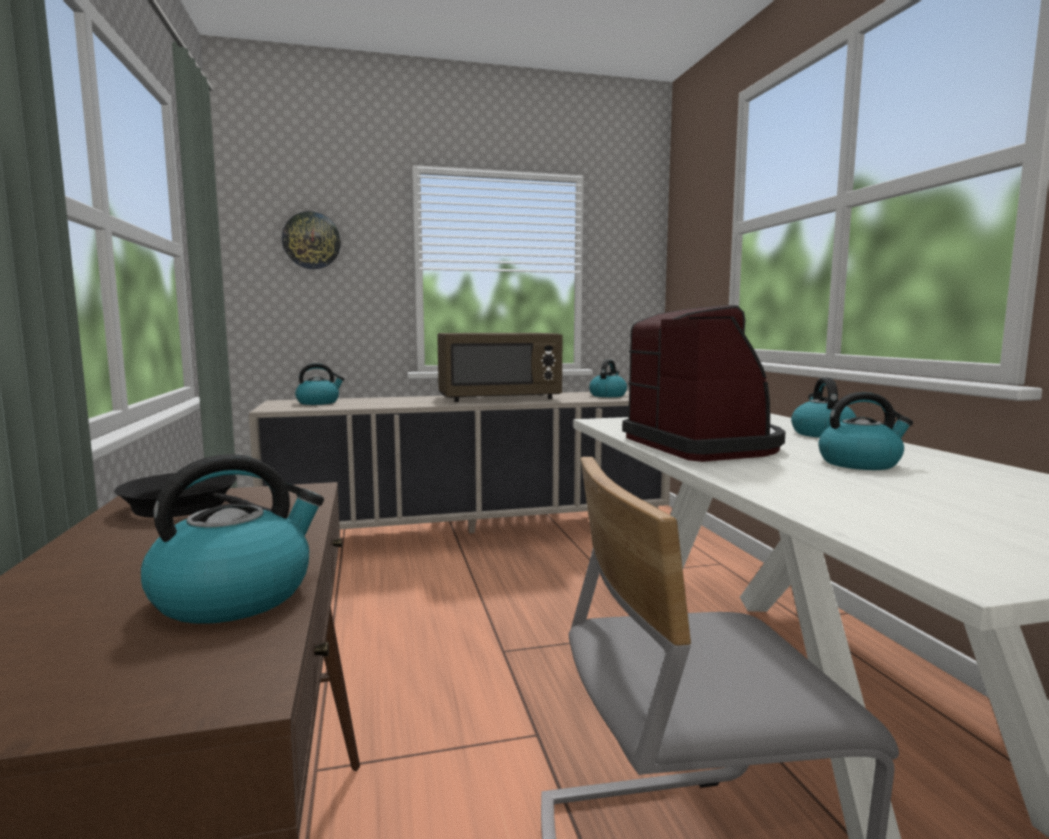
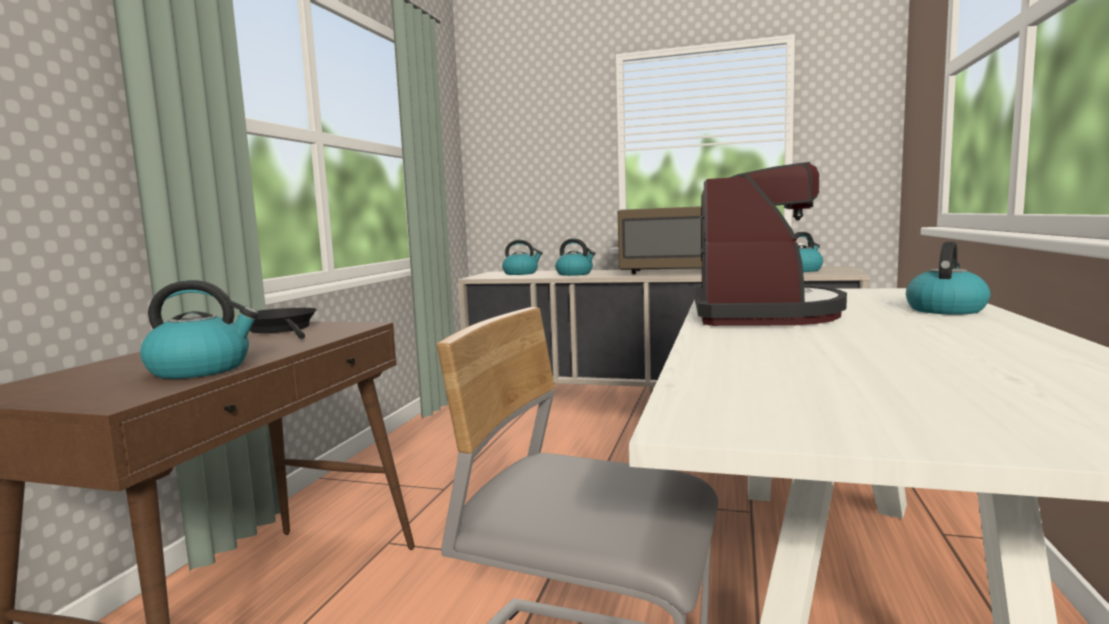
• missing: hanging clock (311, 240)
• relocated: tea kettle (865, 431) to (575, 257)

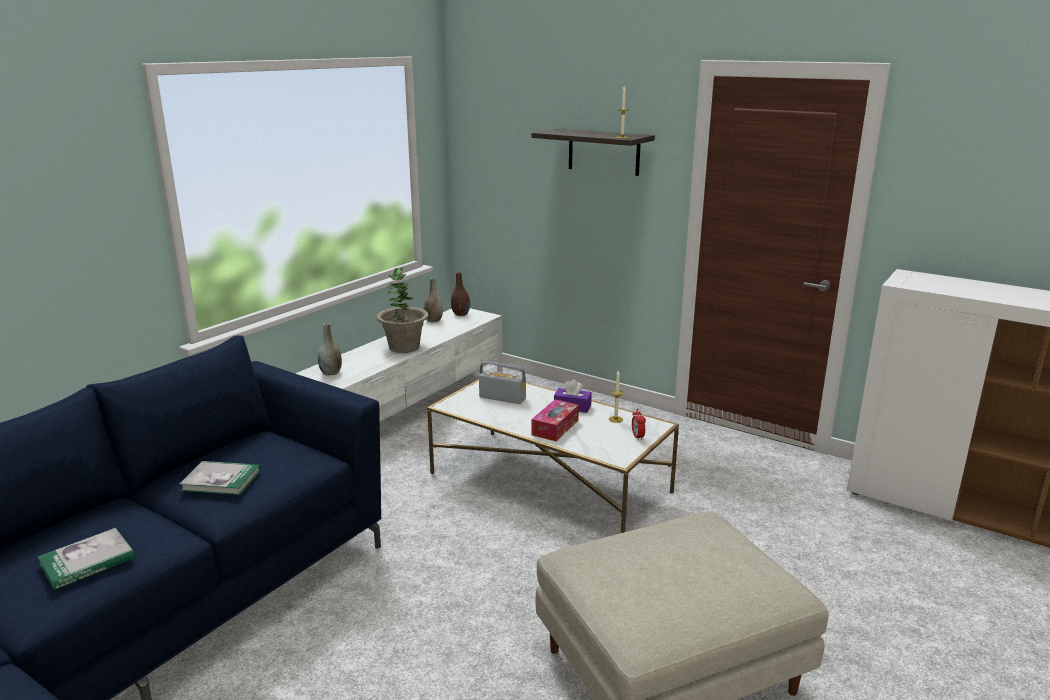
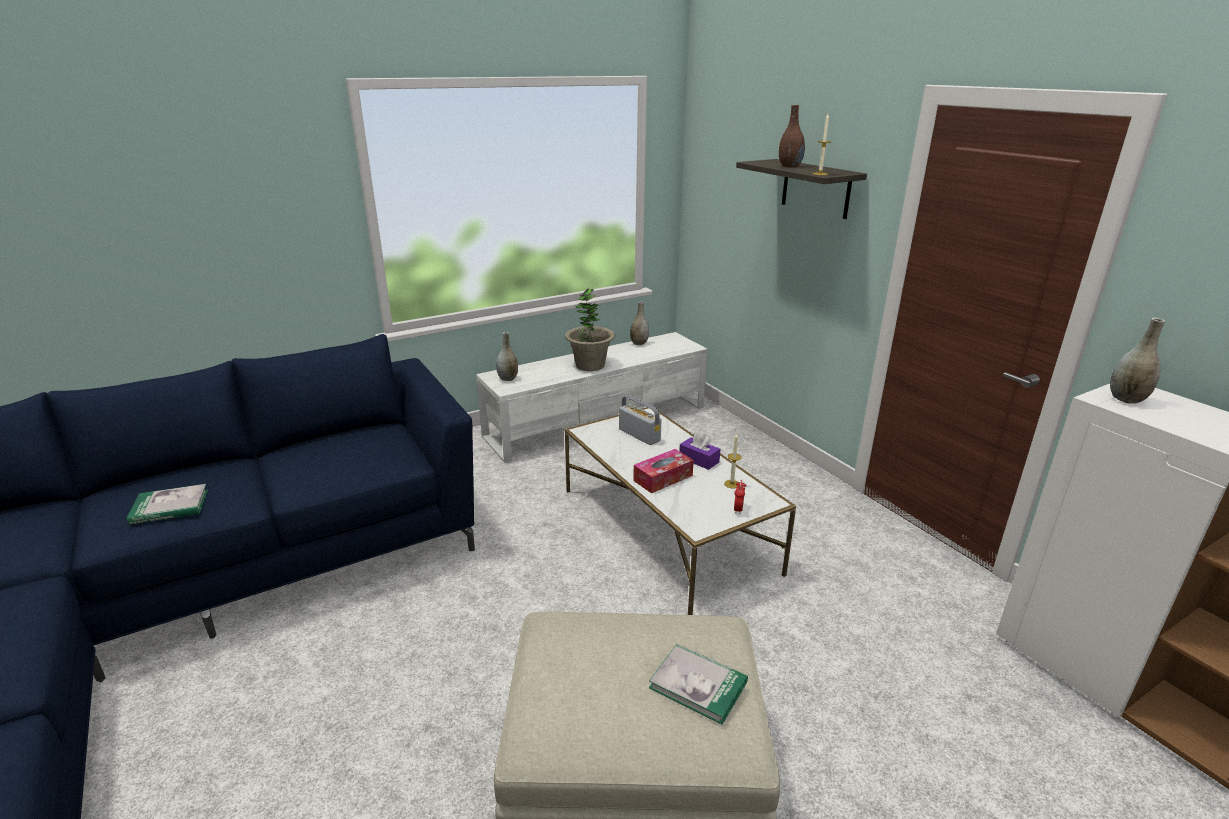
• relocated: brown-coloured vase (460, 294) to (792, 136)
• relocated: book (220, 478) to (698, 684)
• appeared: gray vase (1137, 361)

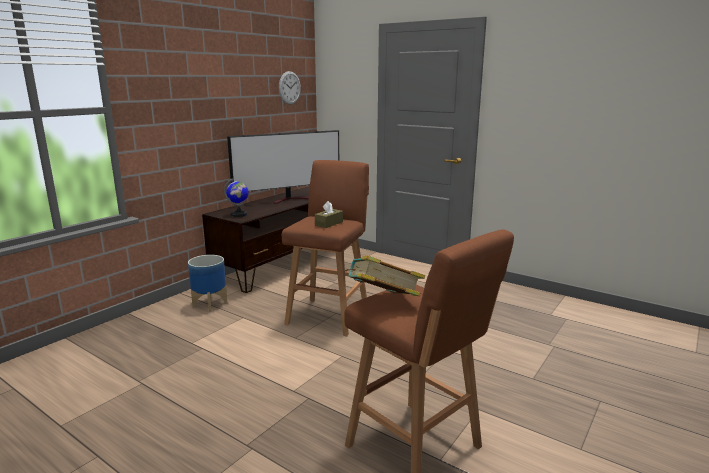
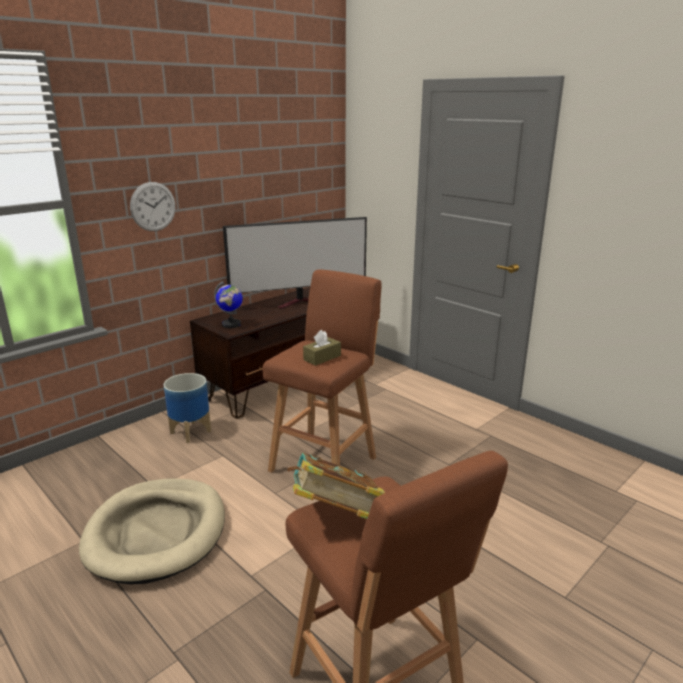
• relocated: hanging clock (290, 88) to (153, 206)
• appeared: beige dog bed (152, 531)

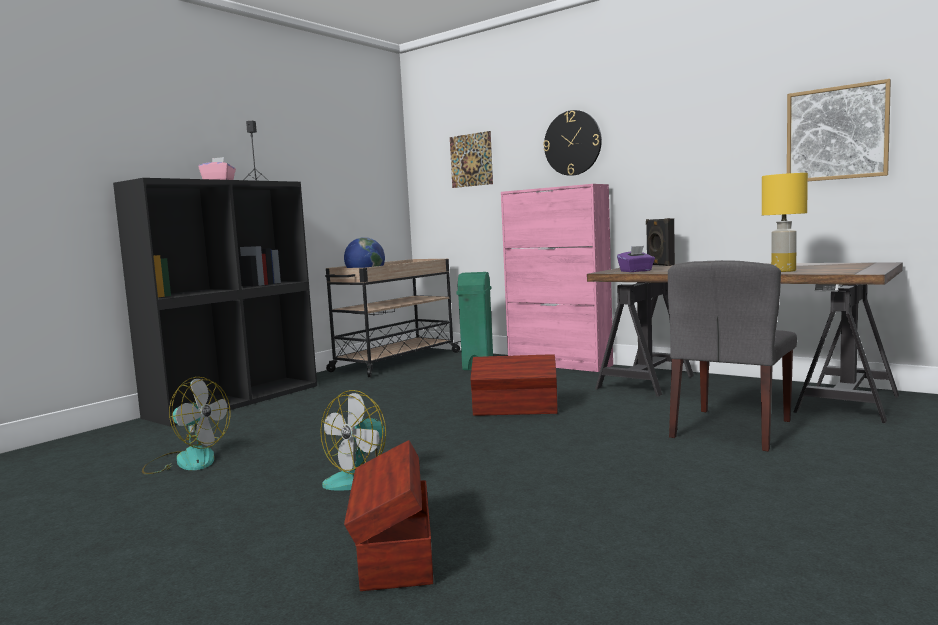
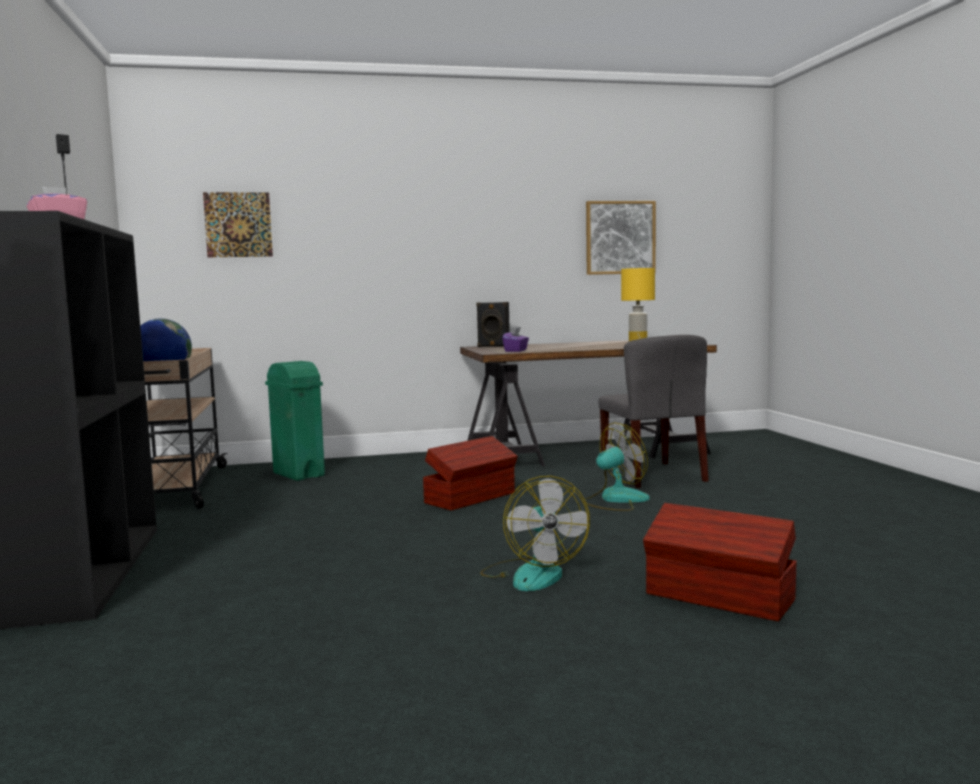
• missing: hanging clock (572, 143)
• missing: pink cabinet (557, 278)
• relocated: fan (186, 425) to (616, 467)

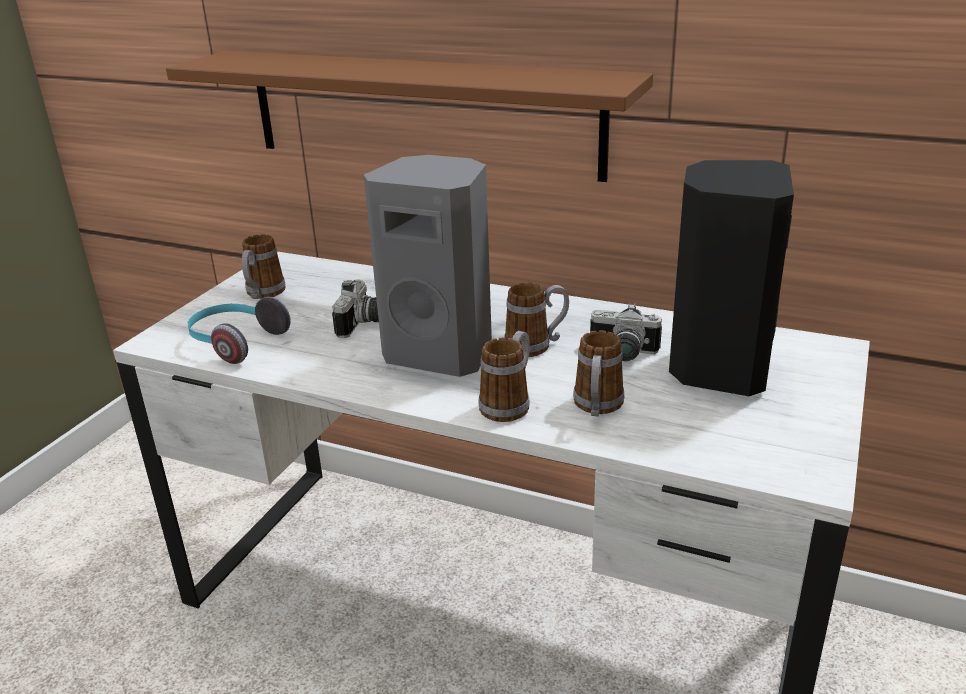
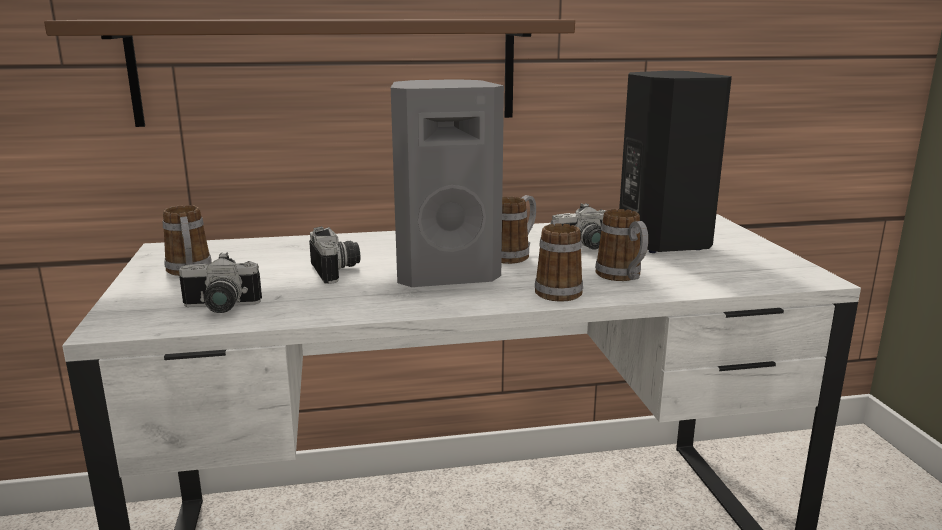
• exchanged: pair of headphones (239, 330) to photo camera (220, 282)

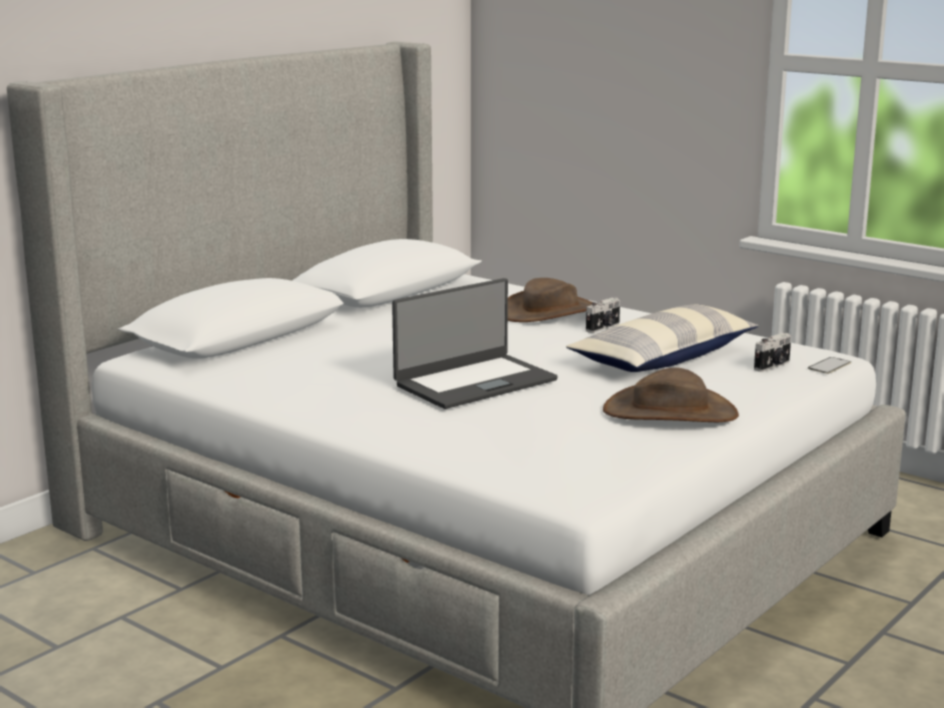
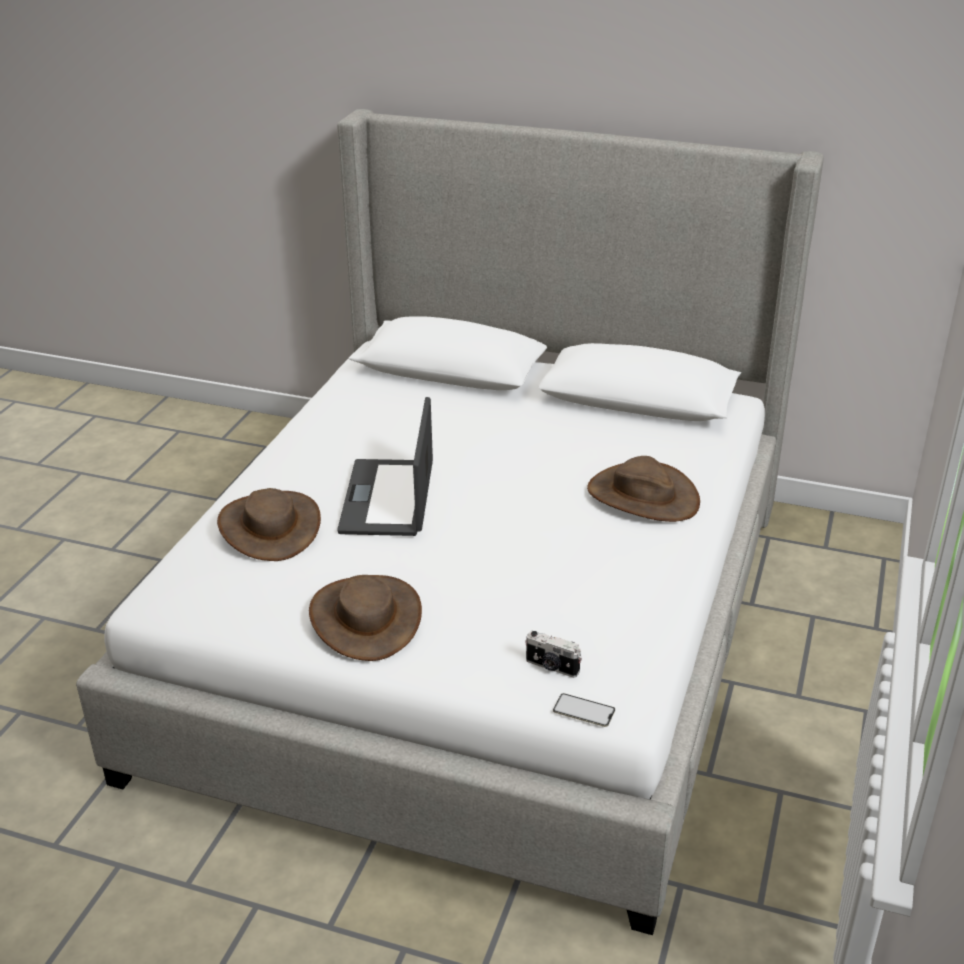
• spun: portable computer (475, 343) = (385, 466) 60 degrees clockwise
• missing: photo camera (603, 315)
• missing: cushion (662, 338)
• appeared: brown-coloured hat (269, 524)

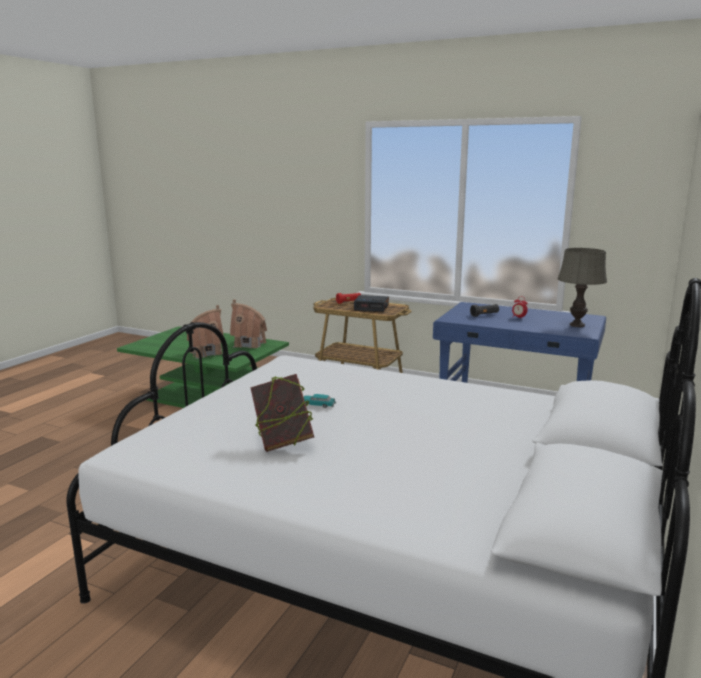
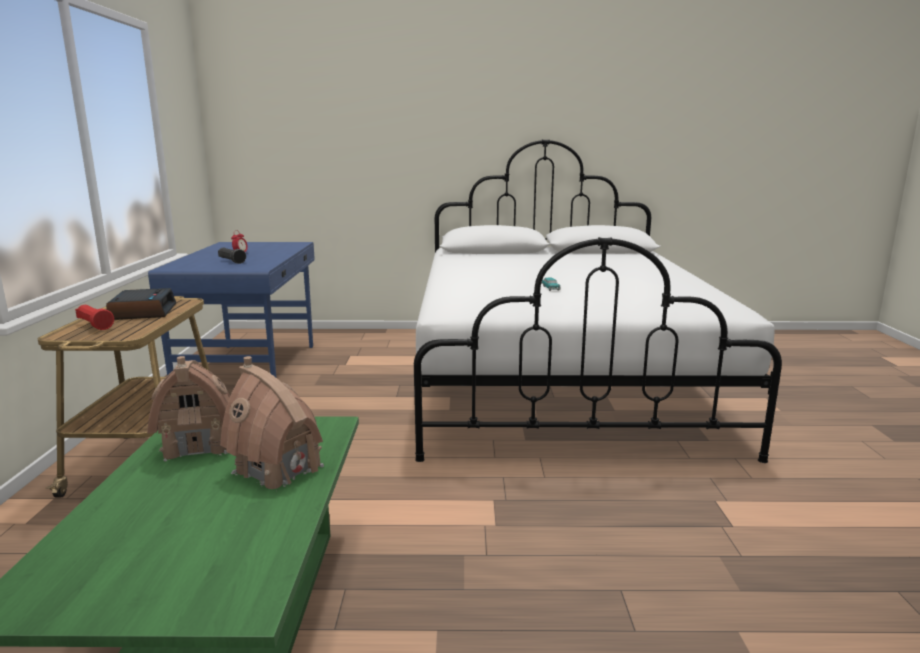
• missing: gray tabletop lamp (582, 287)
• missing: book (282, 413)

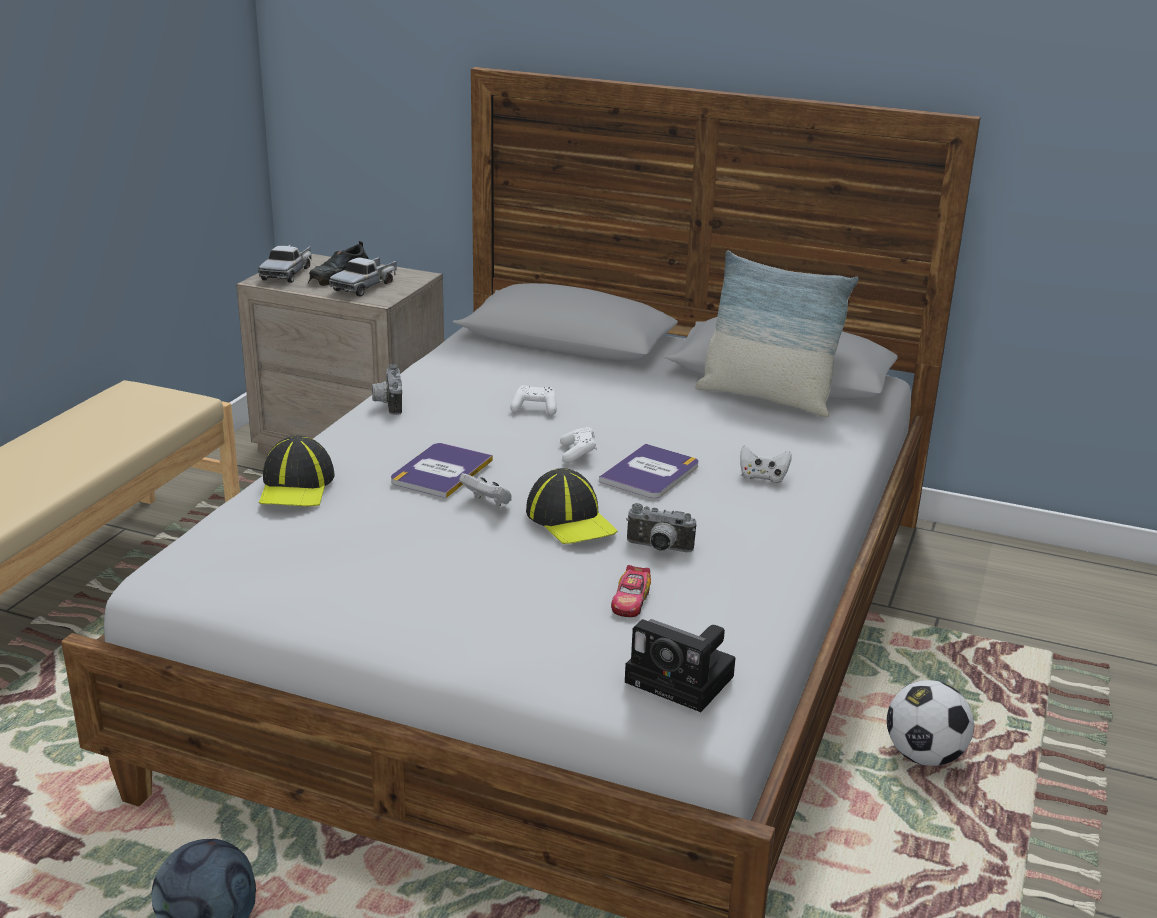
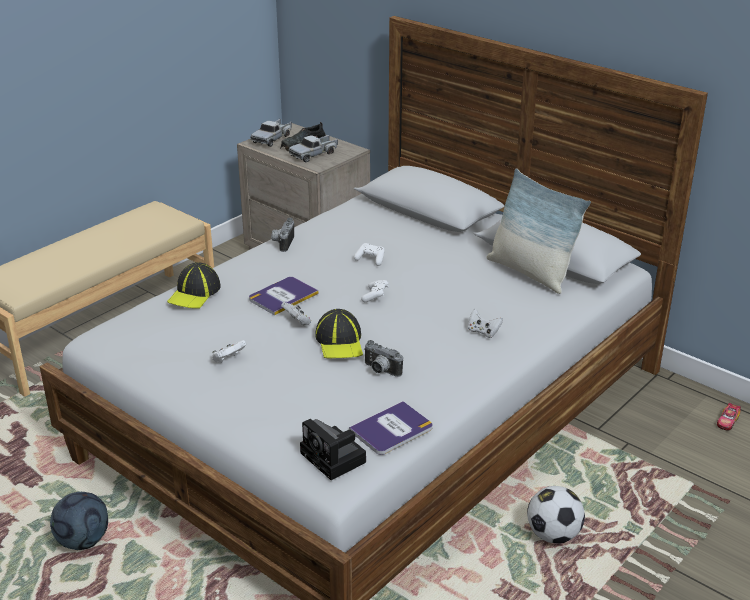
• relocated: book (649, 470) to (391, 428)
• relocated: toy car (631, 591) to (729, 417)
• appeared: white-coloured gamepad (229, 351)

